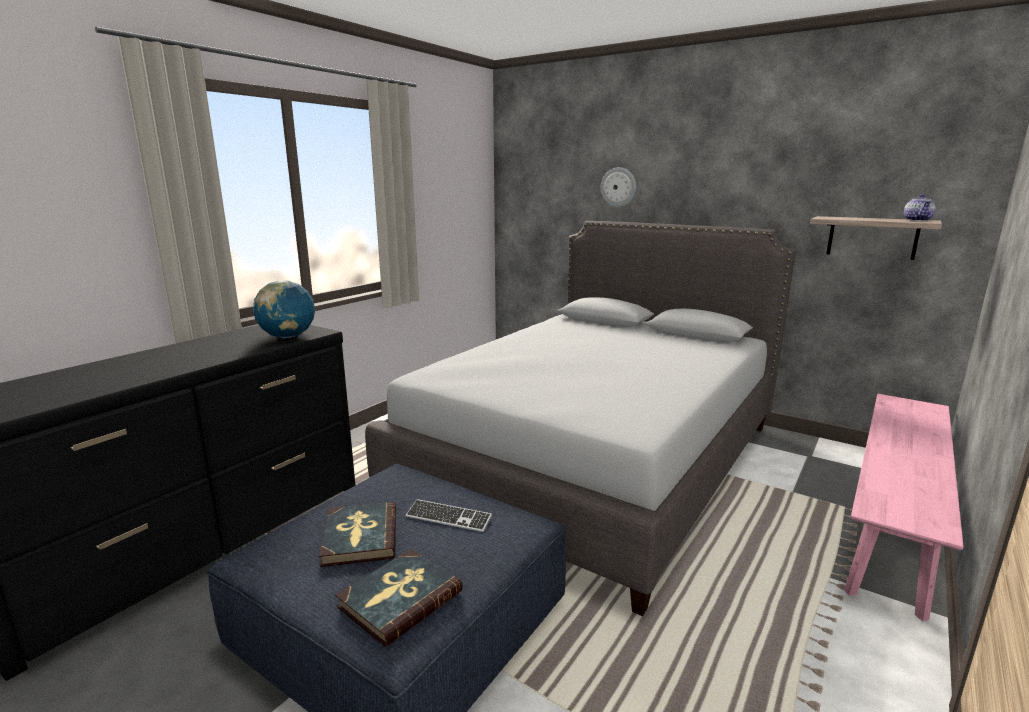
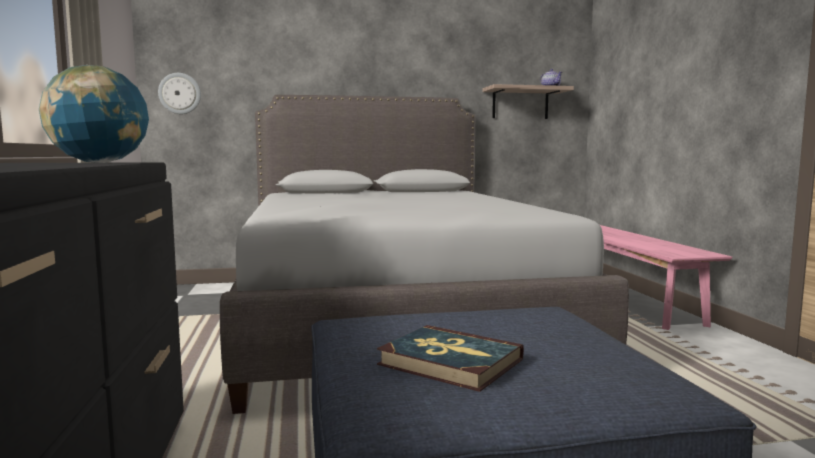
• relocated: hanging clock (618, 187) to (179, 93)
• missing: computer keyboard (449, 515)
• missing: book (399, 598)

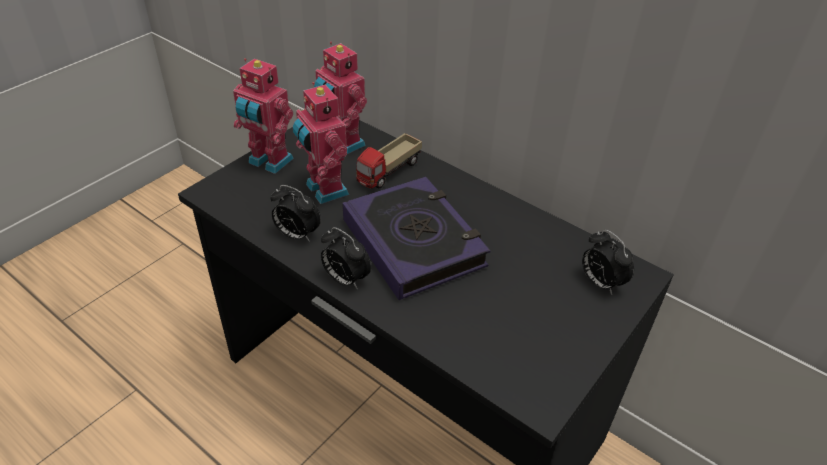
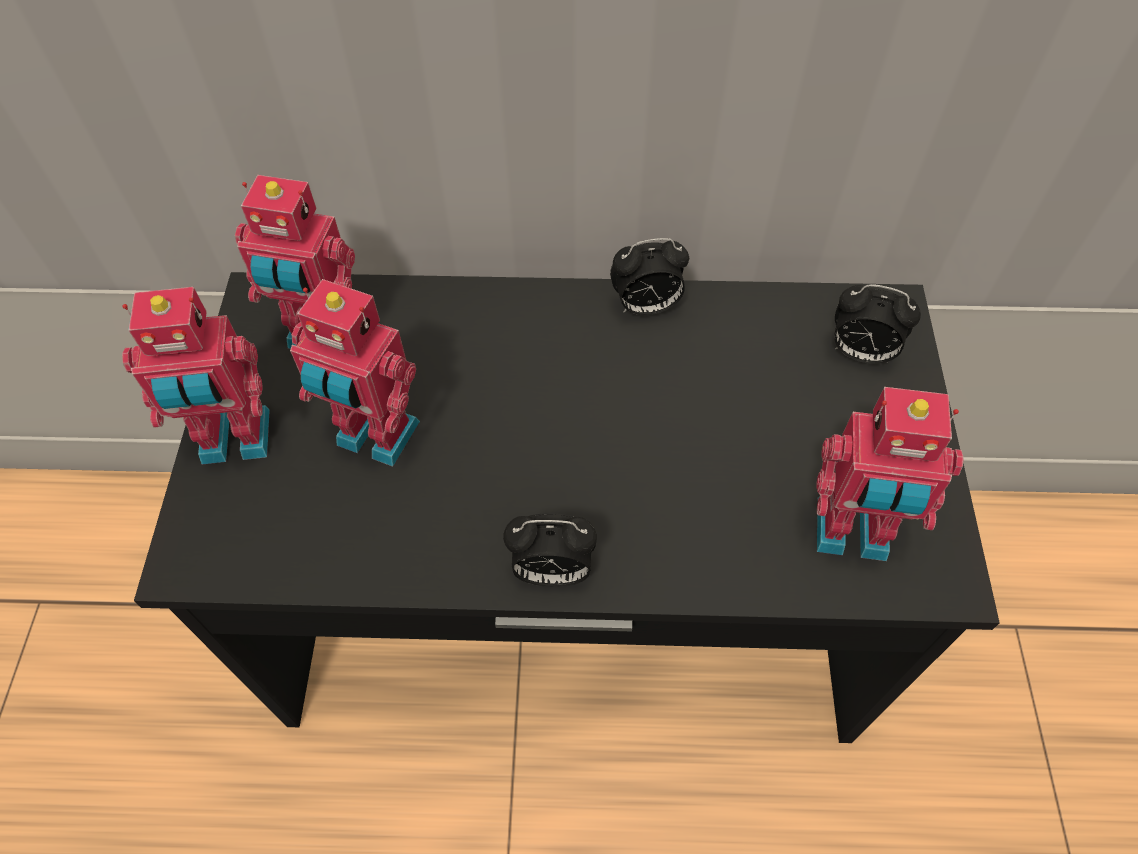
• missing: toy lorry (389, 161)
• missing: book (416, 238)
• relocated: bedside clock (296, 213) to (649, 276)
• appeared: model robot (890, 474)

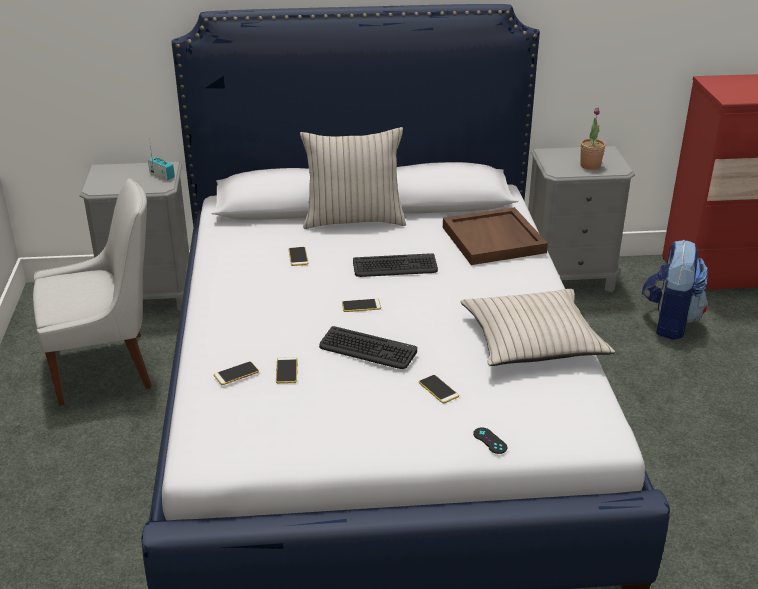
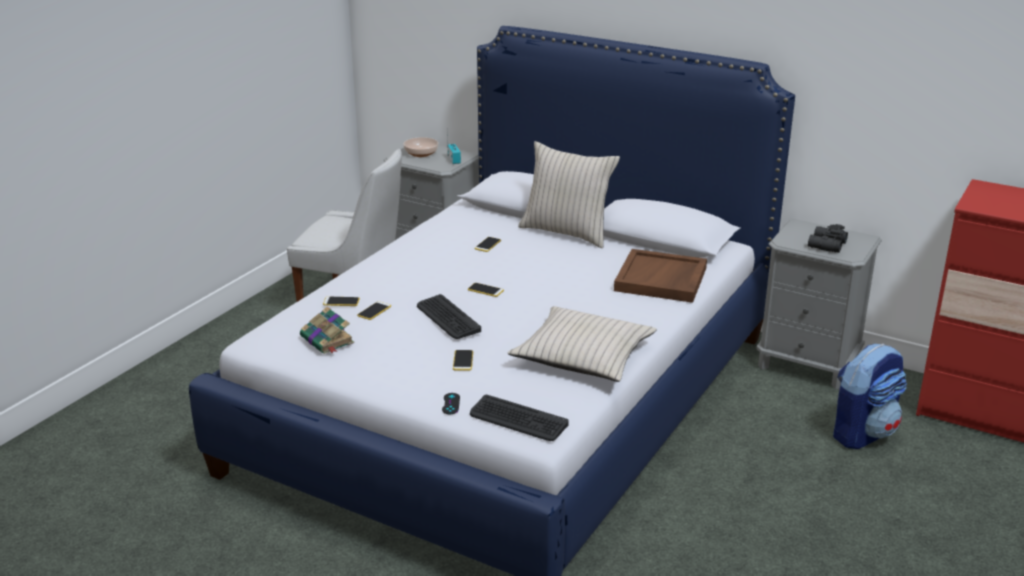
• exchanged: houseplant (593, 138) to black field glasses (828, 238)
• relocated: computer keyboard (395, 265) to (519, 418)
• appeared: serving bowl (420, 147)
• appeared: book (327, 330)

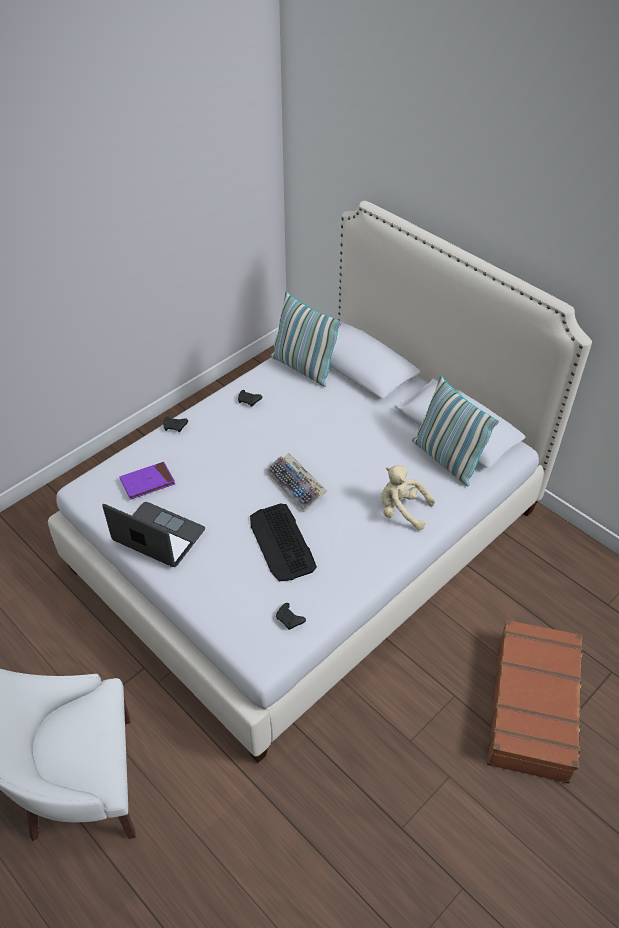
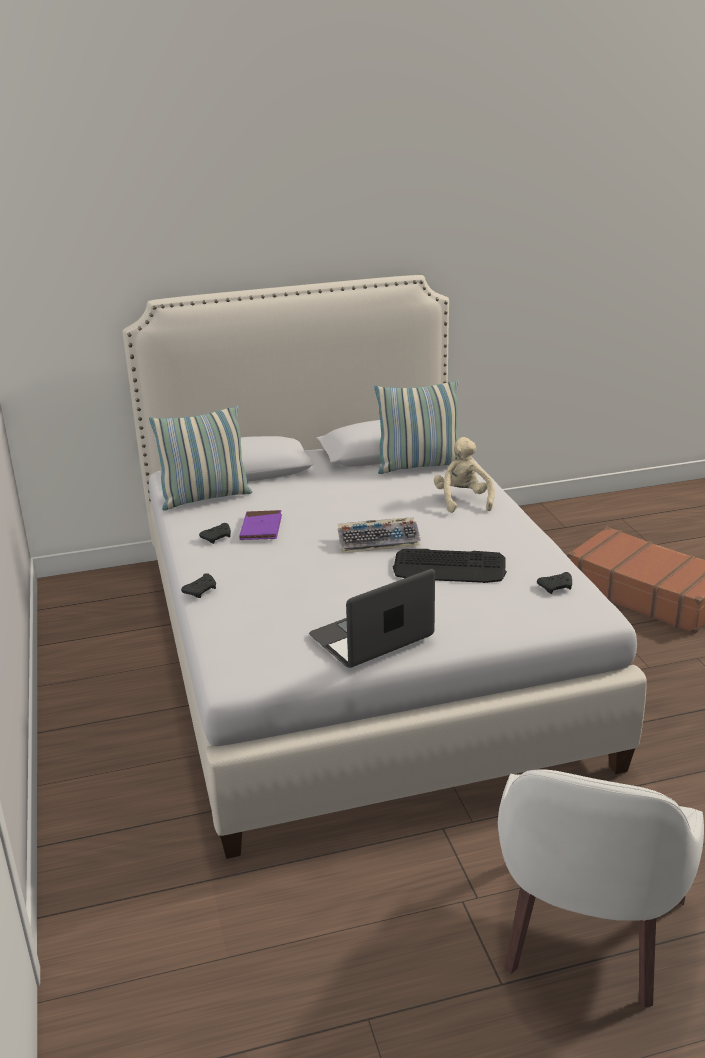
• relocated: purplish book (147, 481) to (260, 525)
• spun: beige soft toy (408, 497) = (464, 475) 120 degrees clockwise

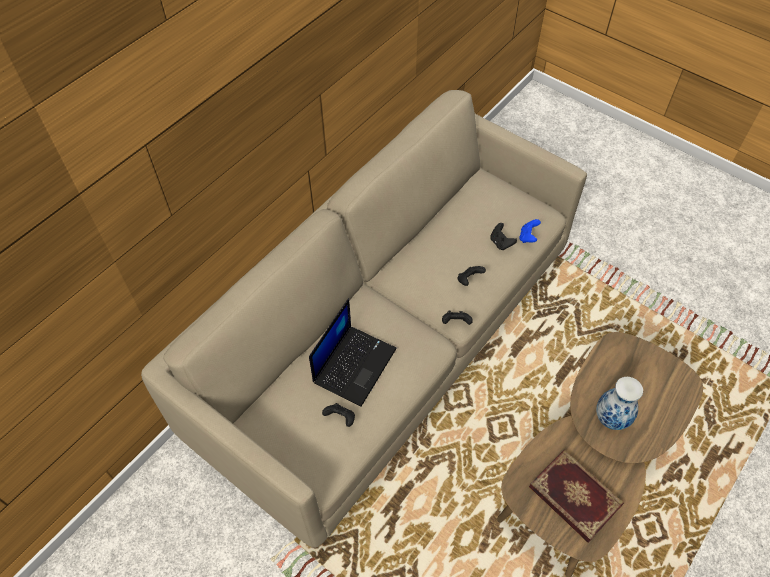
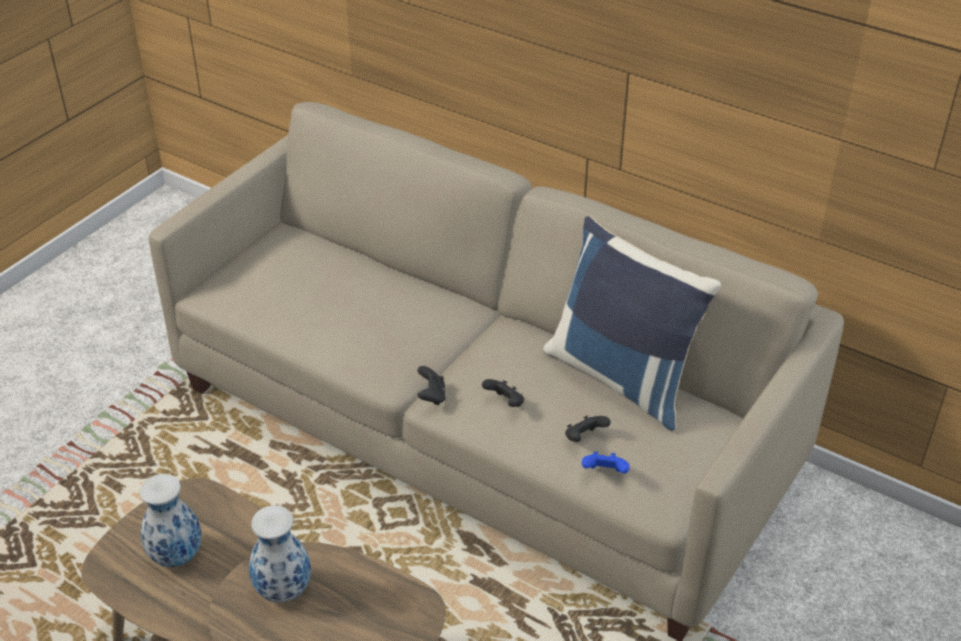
• missing: portable computer (353, 352)
• missing: black gamepad (338, 415)
• exchanged: book (576, 496) to vase (171, 520)
• appeared: blue cushion (632, 323)

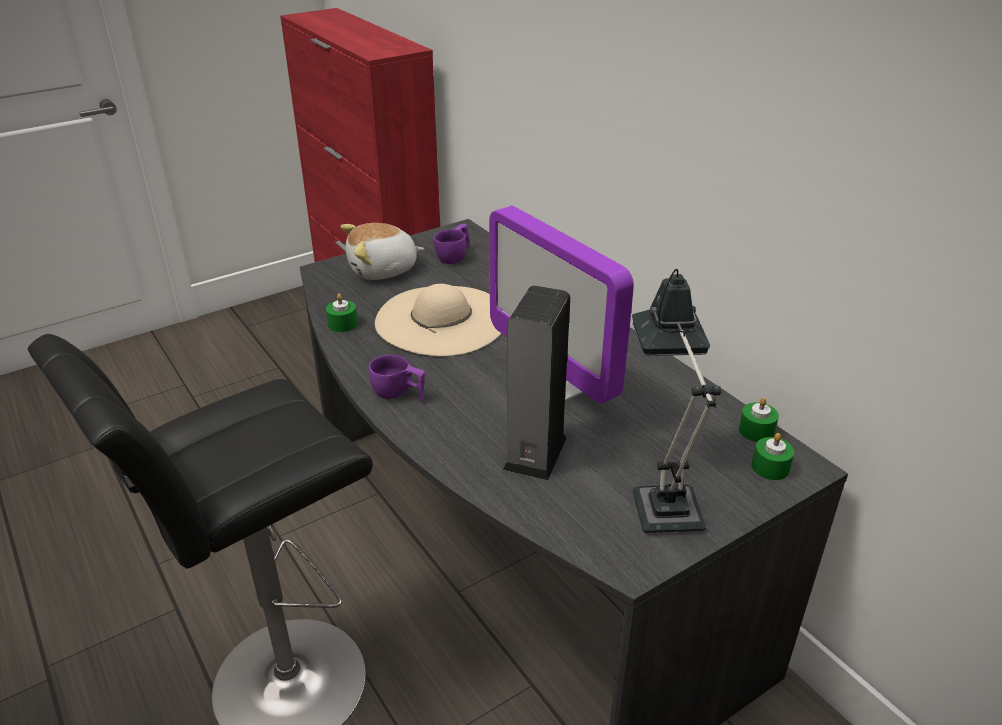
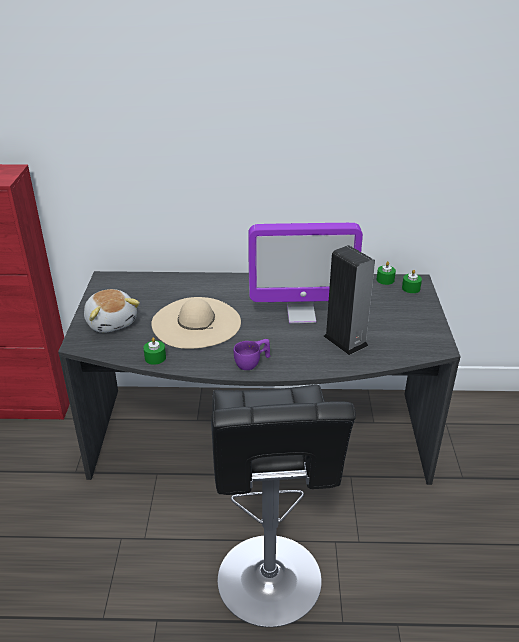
• spun: soft toy (382, 251) = (112, 311) 45 degrees counterclockwise
• missing: purplish cup (452, 244)
• missing: tabletop lamp (676, 401)

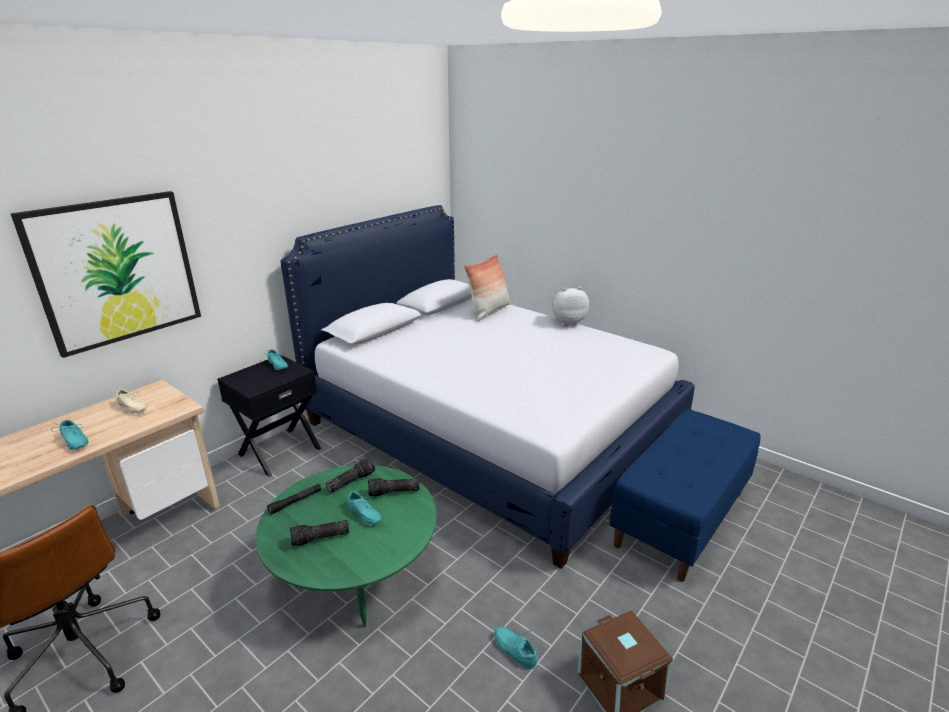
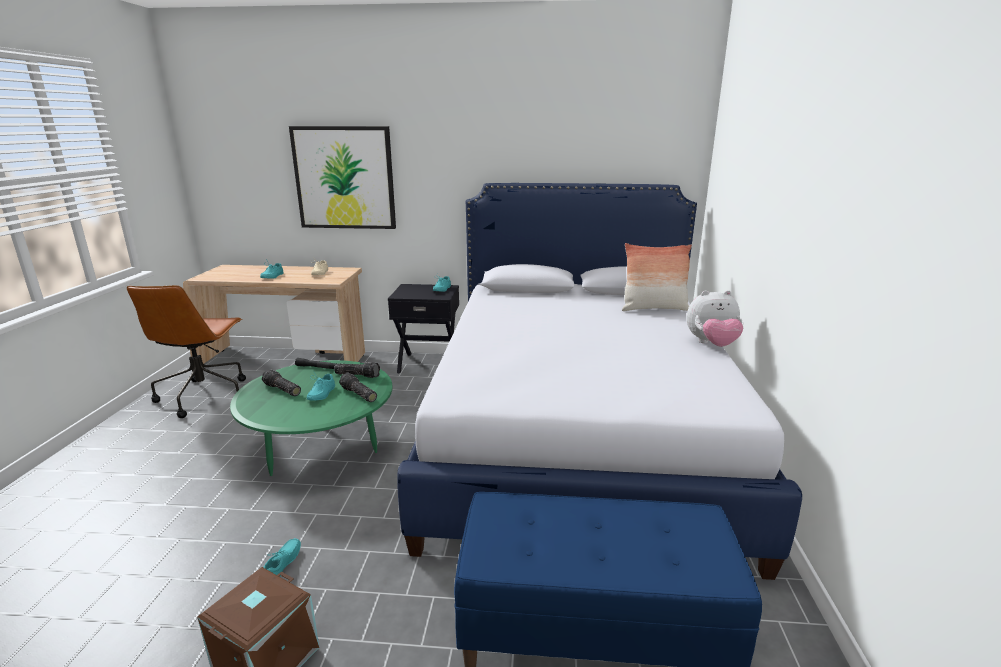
• spun: soft toy (570, 306) = (714, 318) 135 degrees clockwise

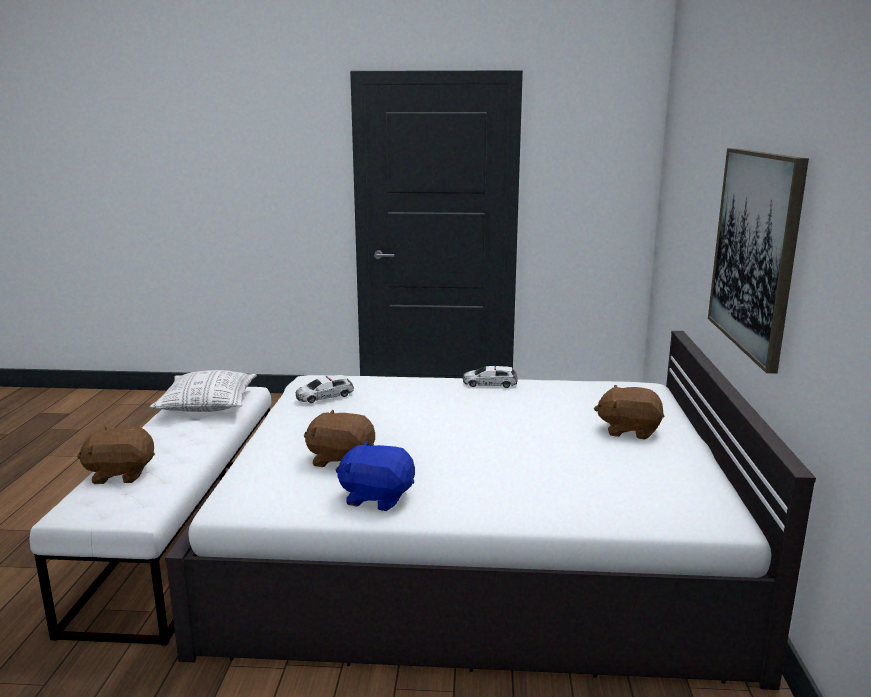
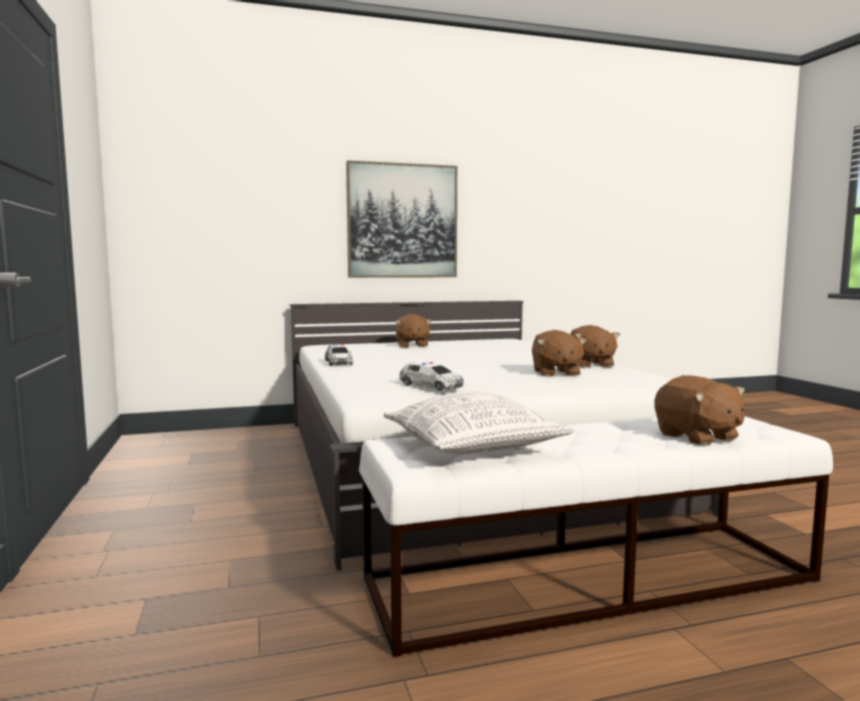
• colour: blue soft toy (375, 476) to brown-coloured soft toy (595, 346)

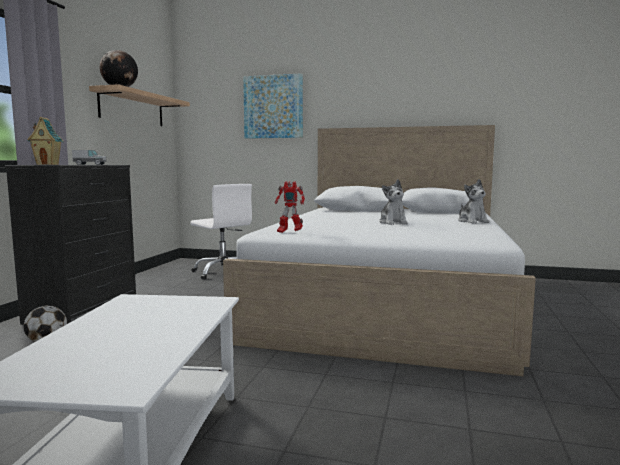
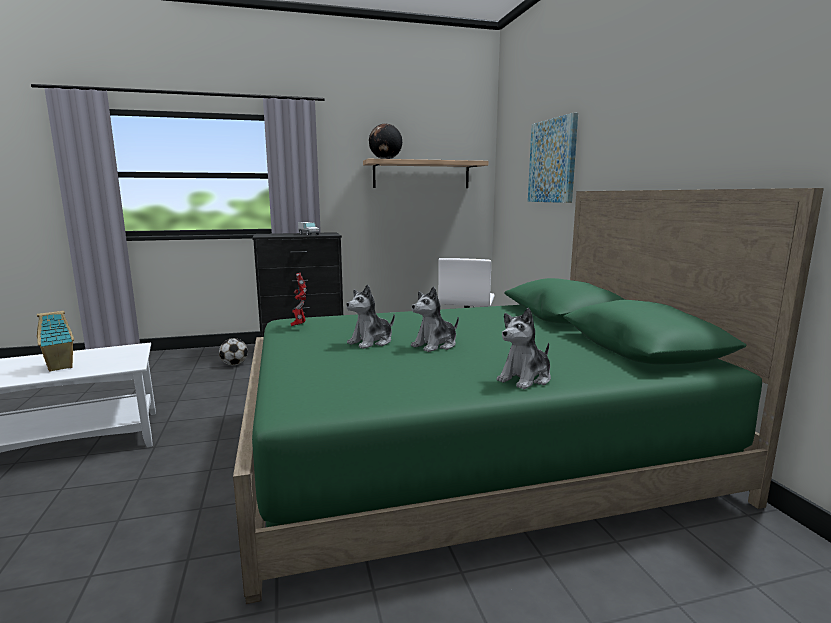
• relocated: toy house (45, 141) to (55, 341)
• colour: white-coloured bedroom bed (379, 250) to green-coloured bedroom bed (528, 396)
• appeared: soft toy (370, 316)

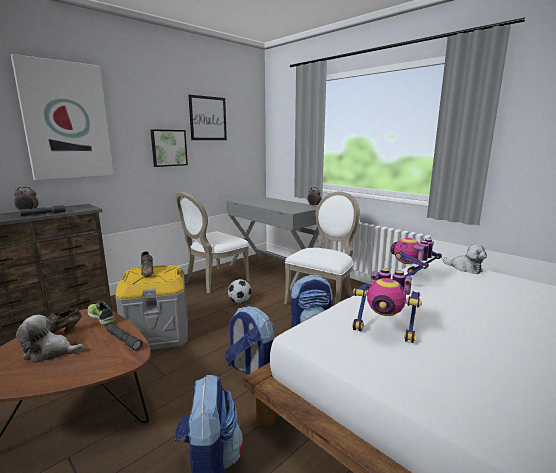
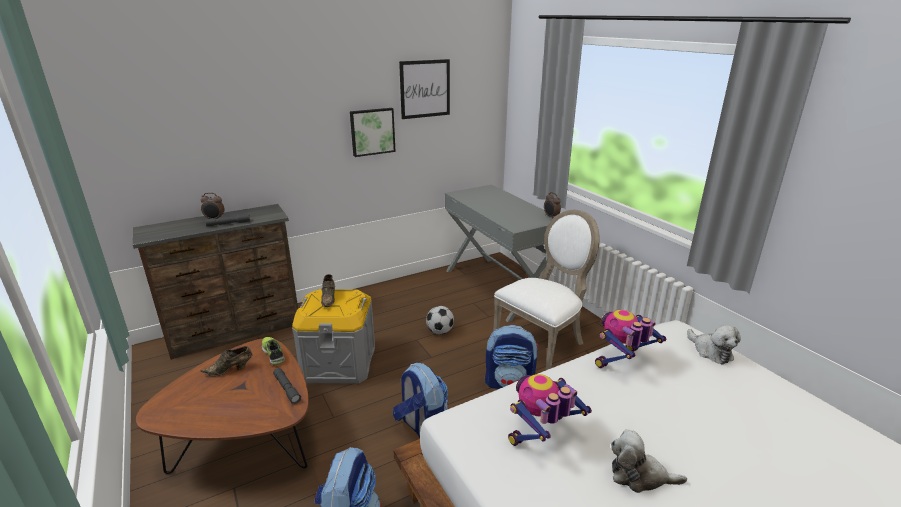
• missing: wall picture (62, 117)
• missing: white-coloured chair (213, 242)
• spun: model robot (387, 305) = (550, 410) 105 degrees clockwise
• relocated: soft toy (49, 339) to (649, 461)

